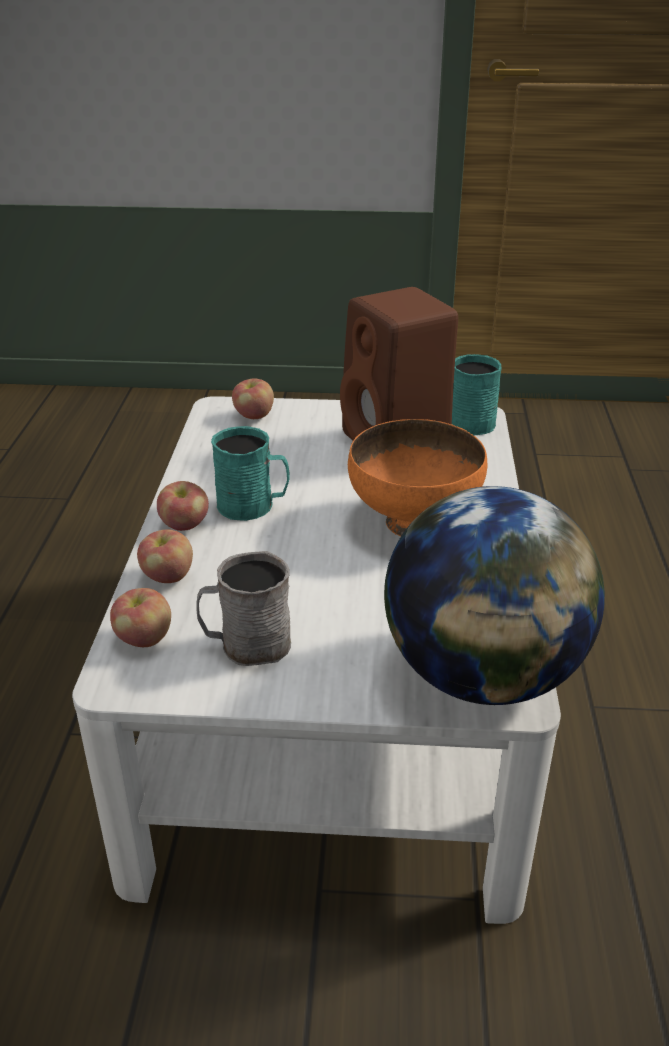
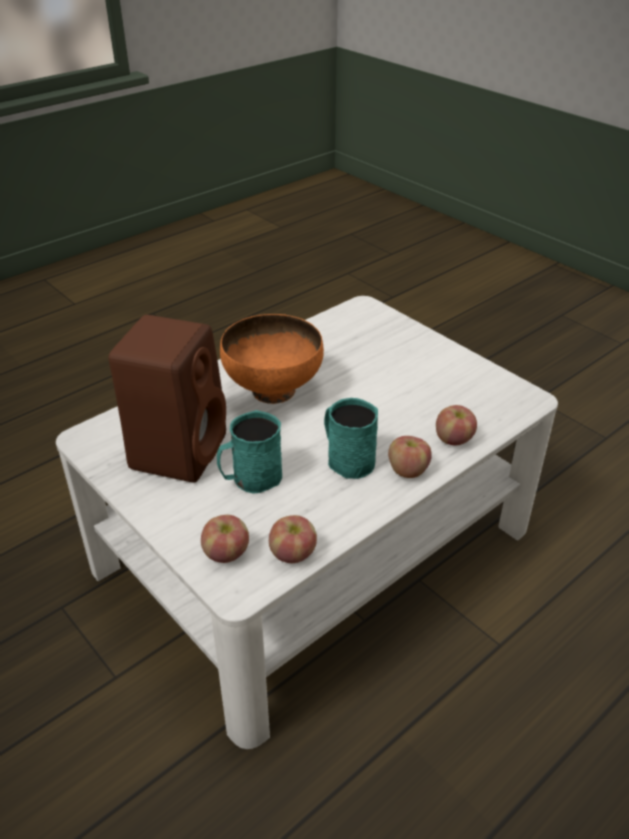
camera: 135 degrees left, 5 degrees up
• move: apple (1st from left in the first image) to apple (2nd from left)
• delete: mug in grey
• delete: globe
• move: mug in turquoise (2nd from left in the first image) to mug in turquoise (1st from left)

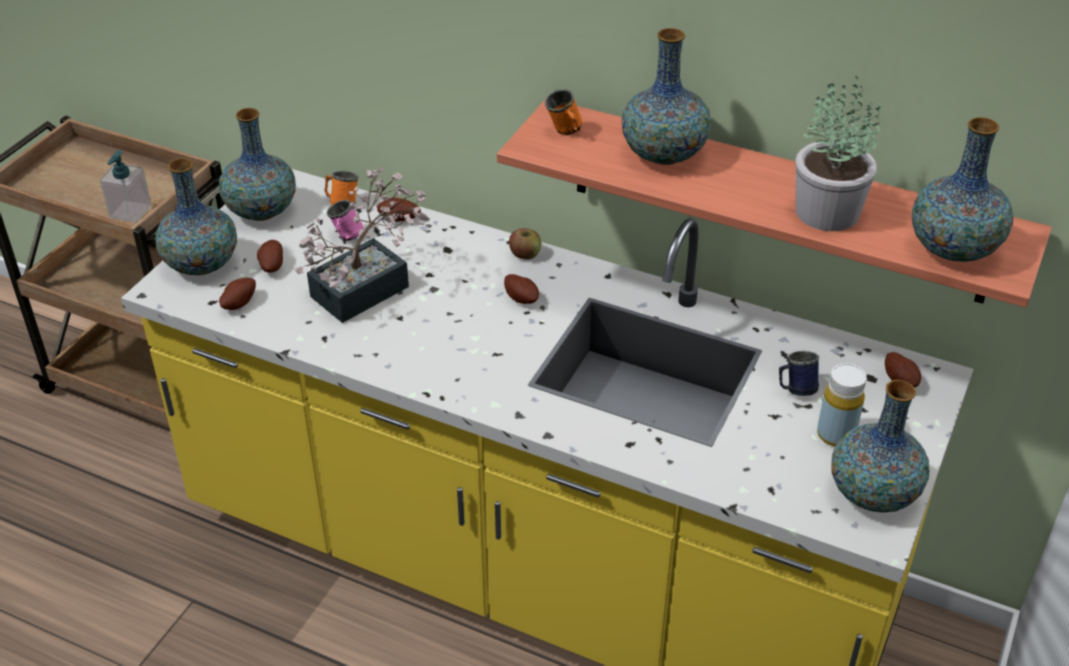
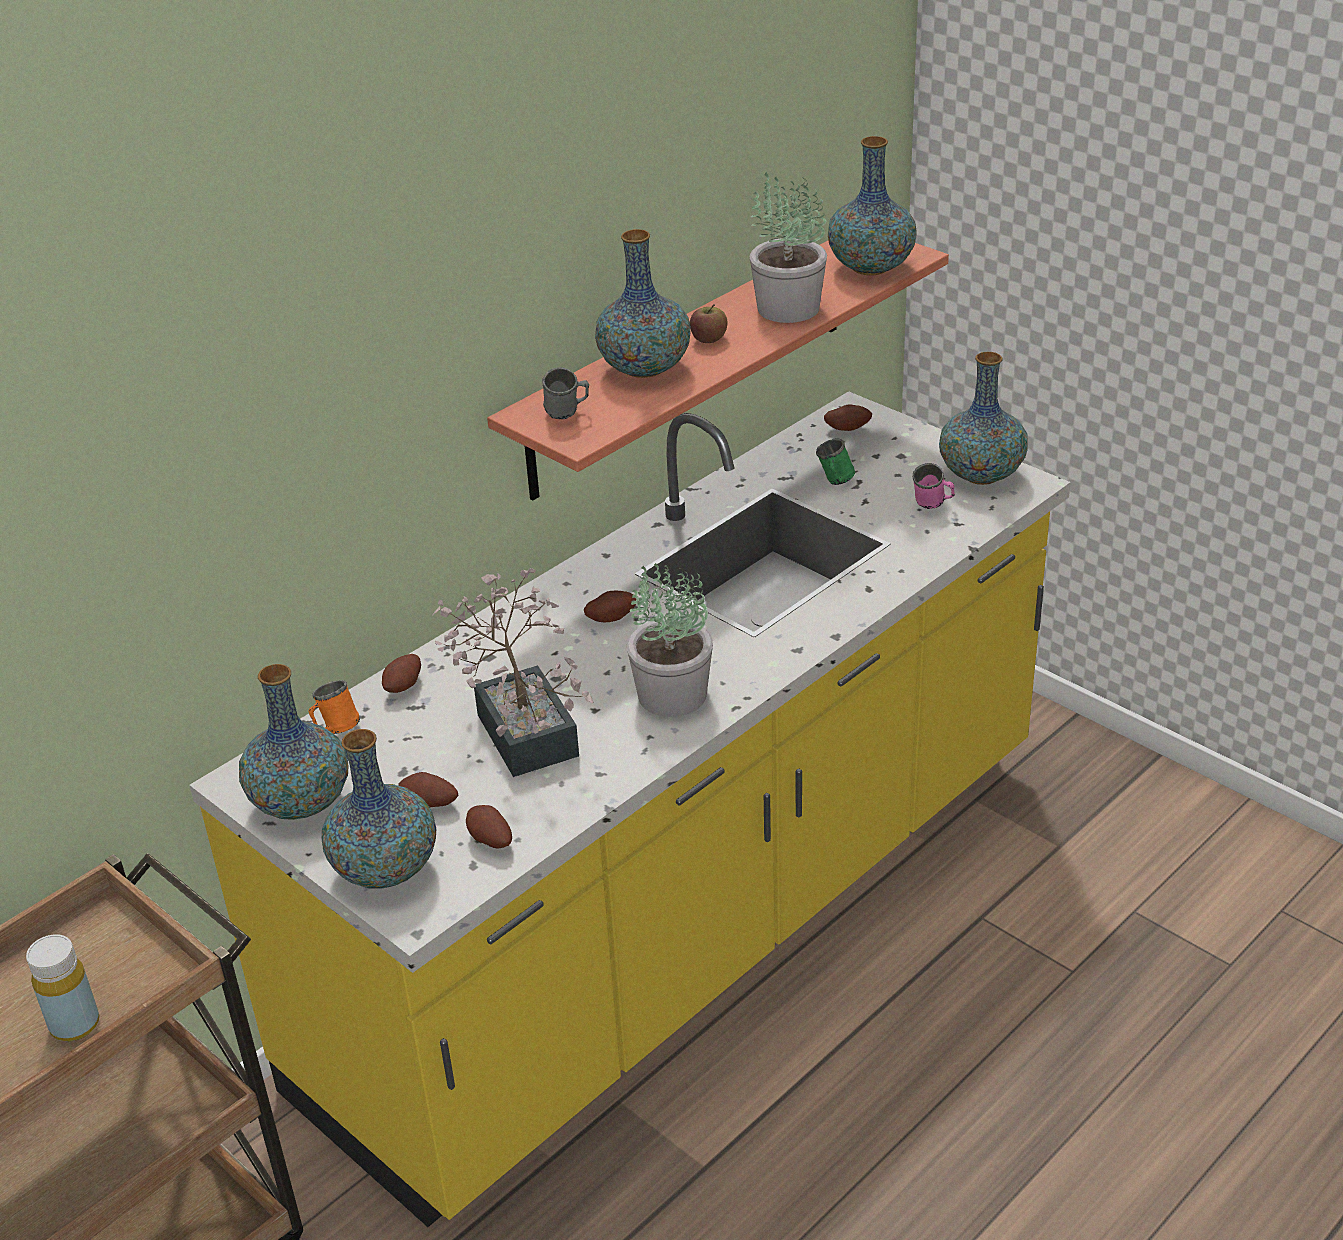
camera: 70 degrees left, 5 degrees down
• delete: soap dispenser
• move: mug in pink
• move: apple
• recolor: mug in orange (2nd from left) to mug in grey
• recolor: mug in blue to mug in green
• move: bottle in yellow
• insert: potted plant (2nd from left)

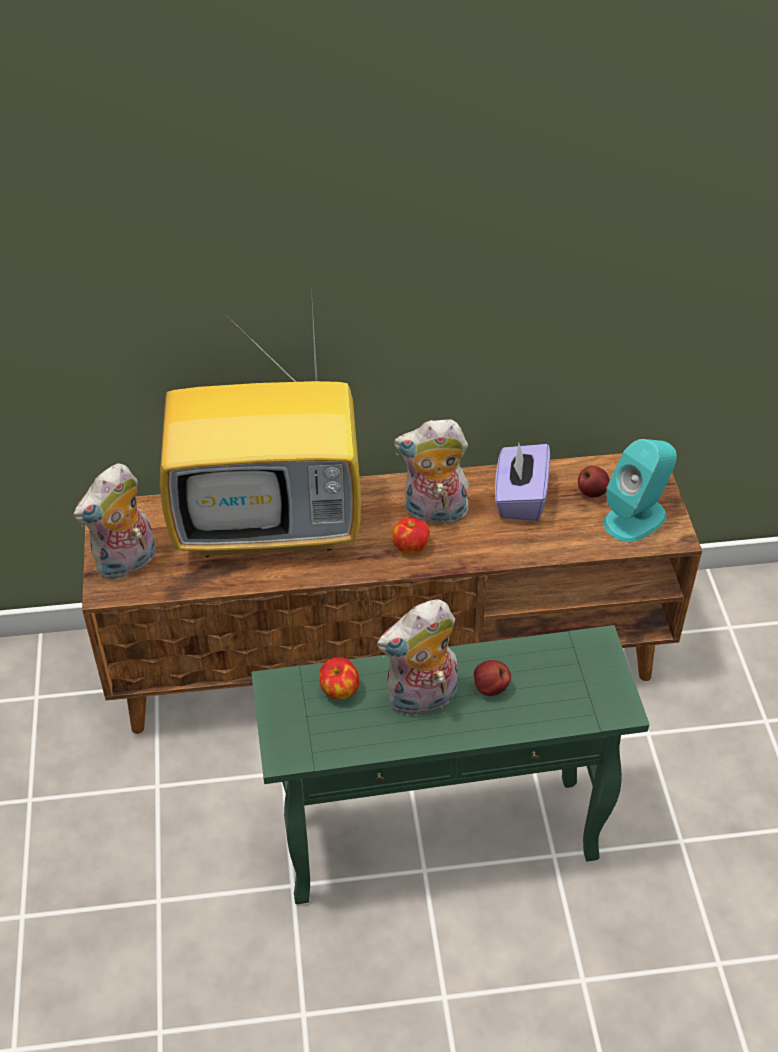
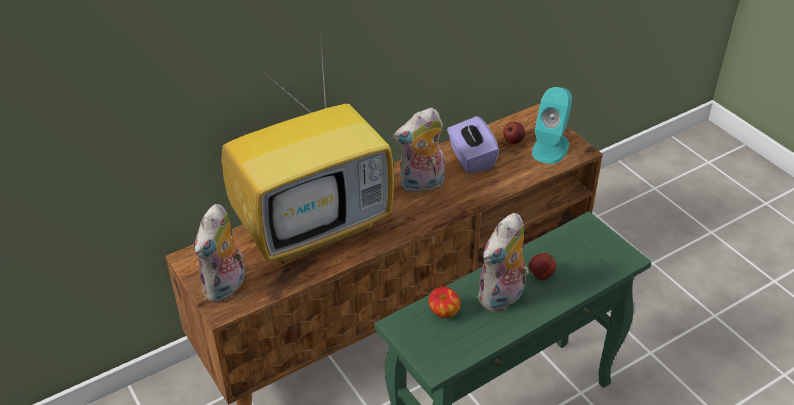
camera: 25 degrees left, 5 degrees down
• delete: apple (2nd from left)

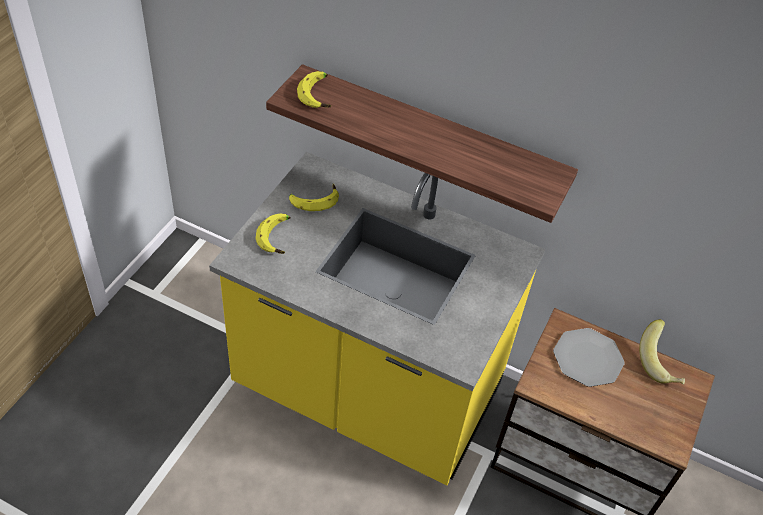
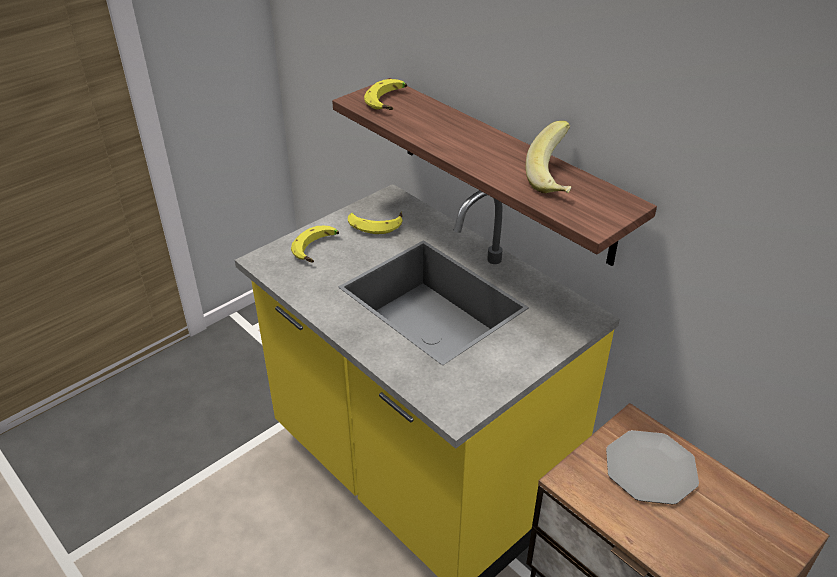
camera: 25 degrees right, 10 degrees down
• move: banana (4th from left)

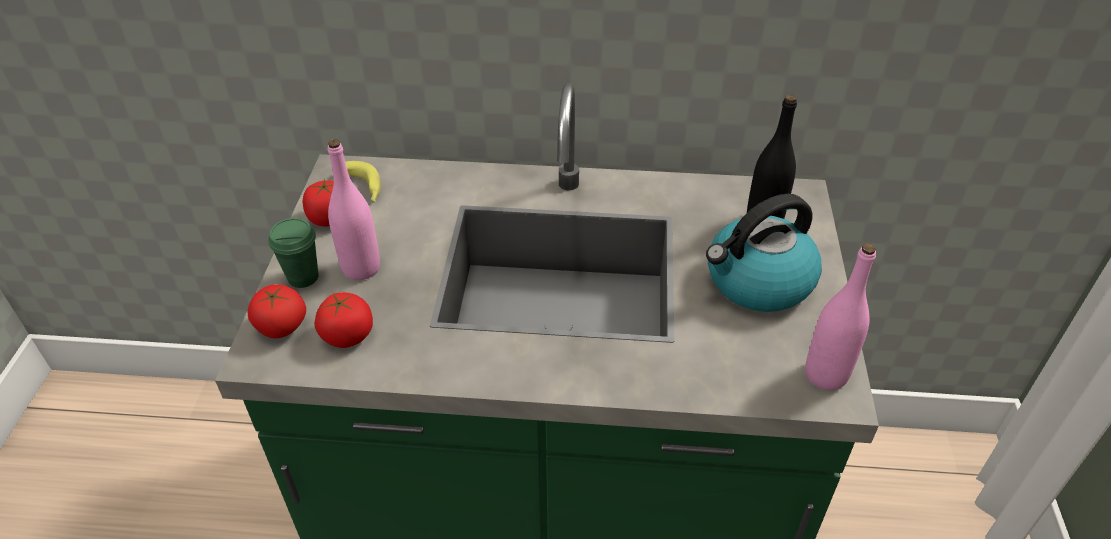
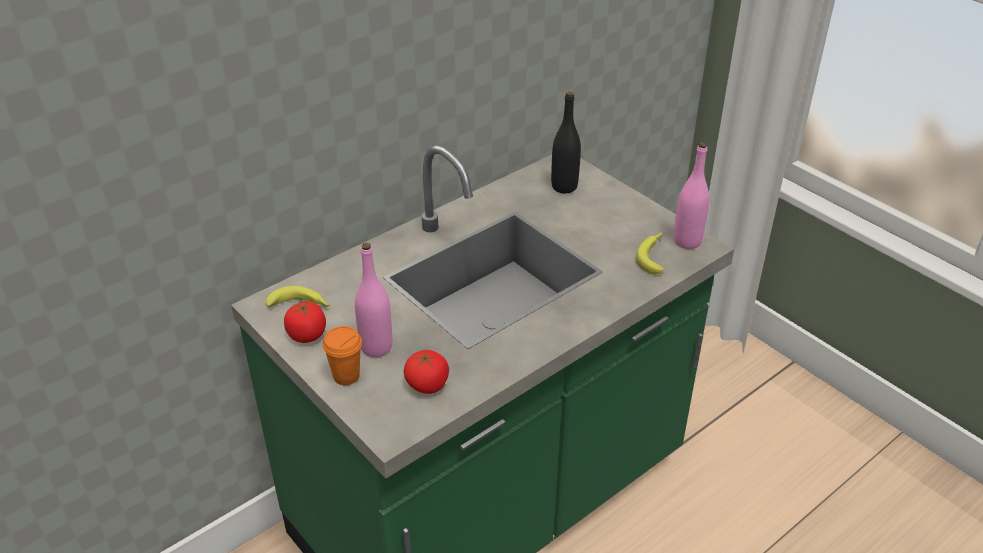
camera: 45 degrees left, 5 degrees down
• delete: tomato (1st from left)
• recolor: cup in green to cup in orange
• delete: kettle
• insert: banana (2nd from left)

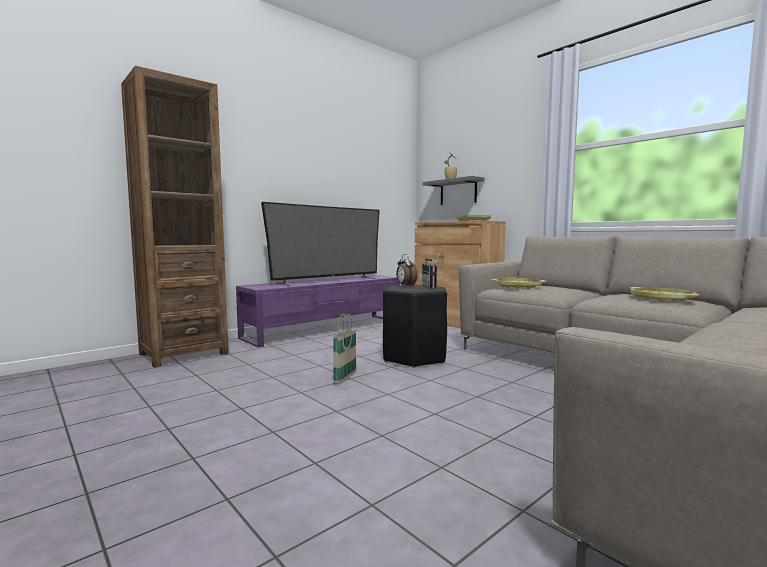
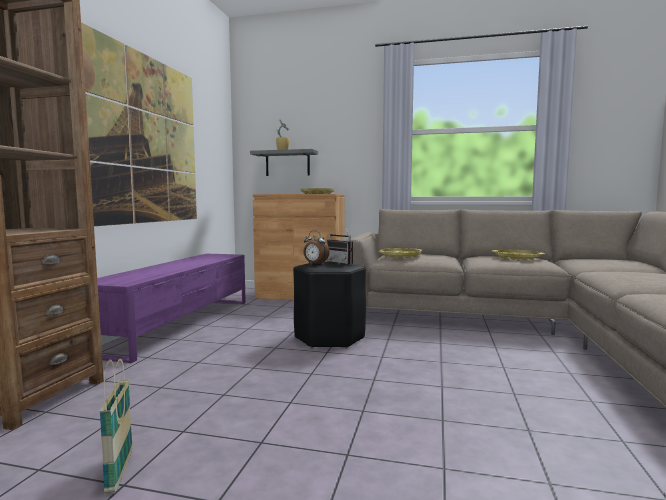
camera: 35 degrees left, 0 degrees up
• delete: television
• move: basket
• insert: picture

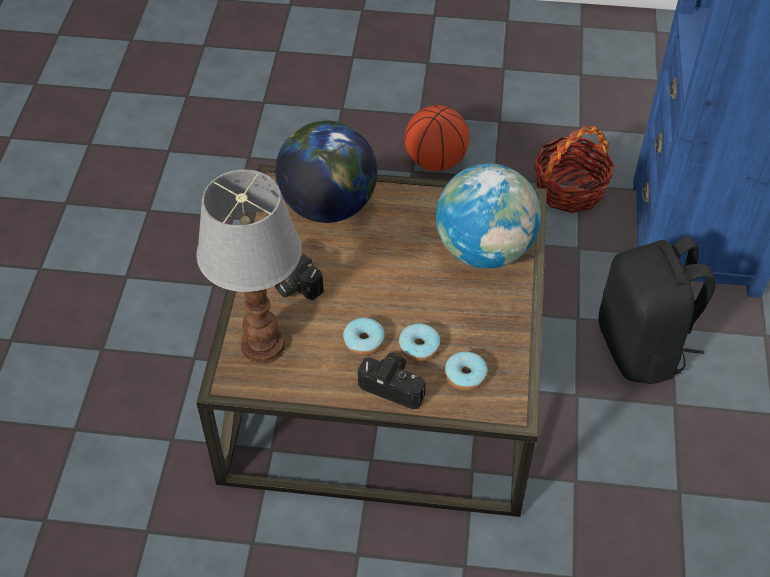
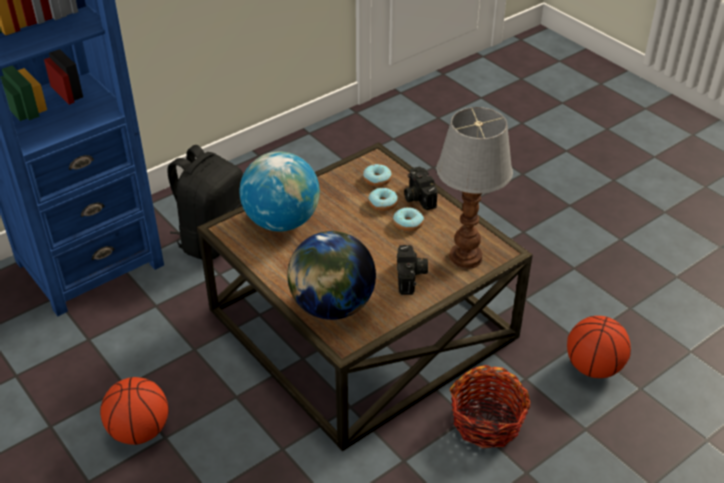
camera: 135 degrees left, 10 degrees down
• move: basket
• insert: basketball (2nd from left)

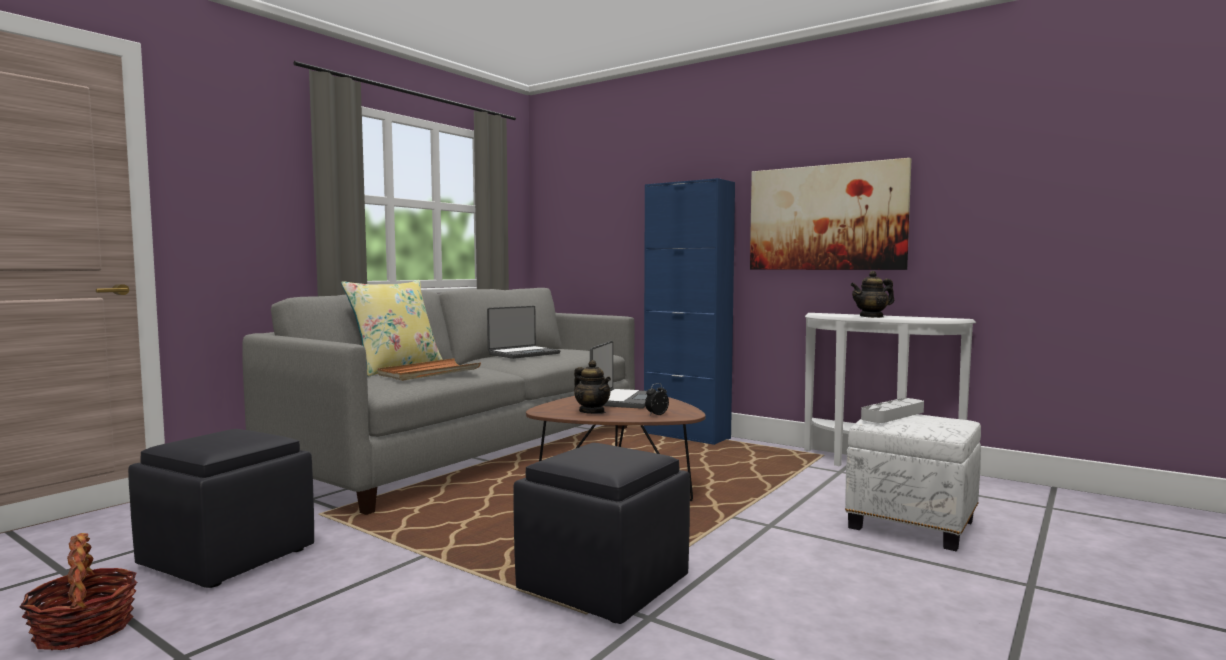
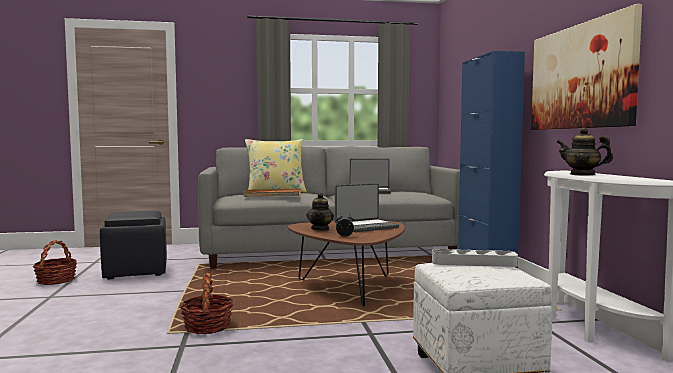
camera: 45 degrees right, 0 degrees up
• replace: ottoman in black (2nd from left) to basket (2nd from left)

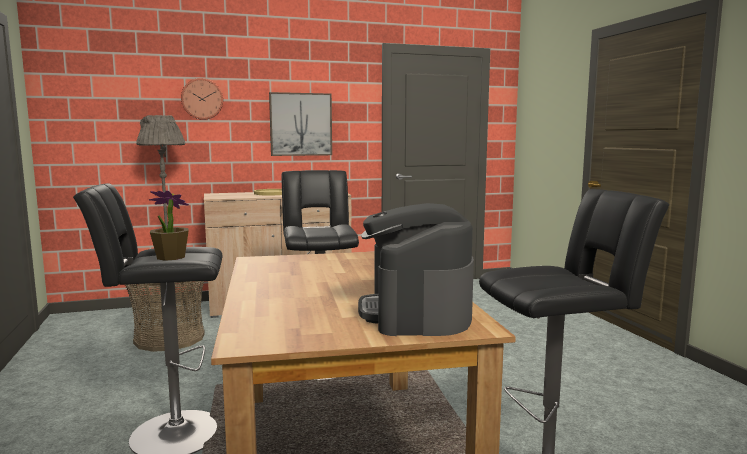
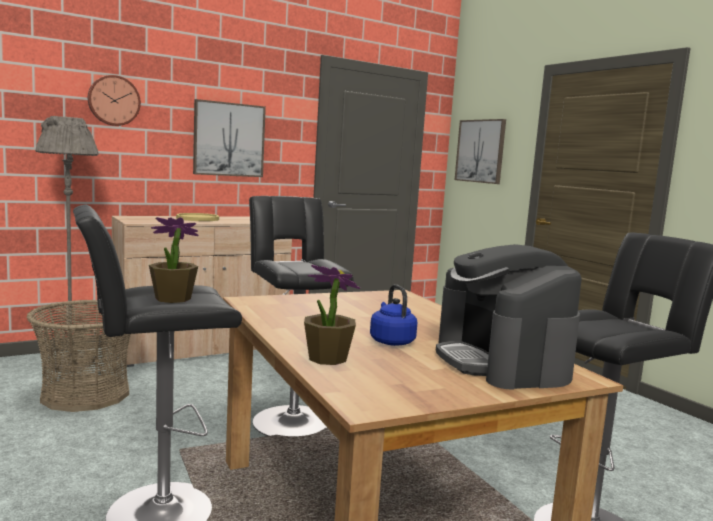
camera: 15 degrees left, 0 degrees up
• insert: potted plant (2nd from left)
• insert: kettle in blue
• insert: picture (2nd from left)

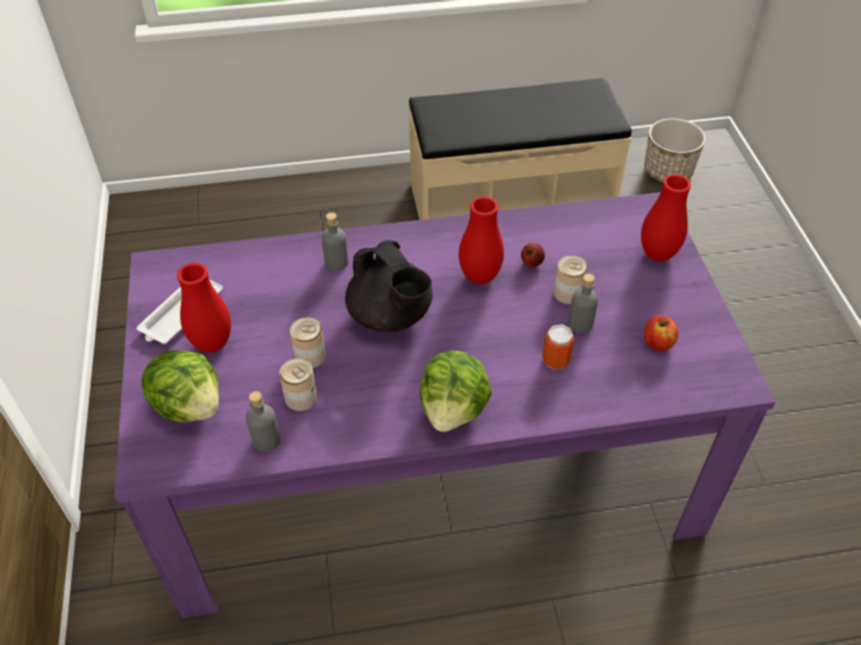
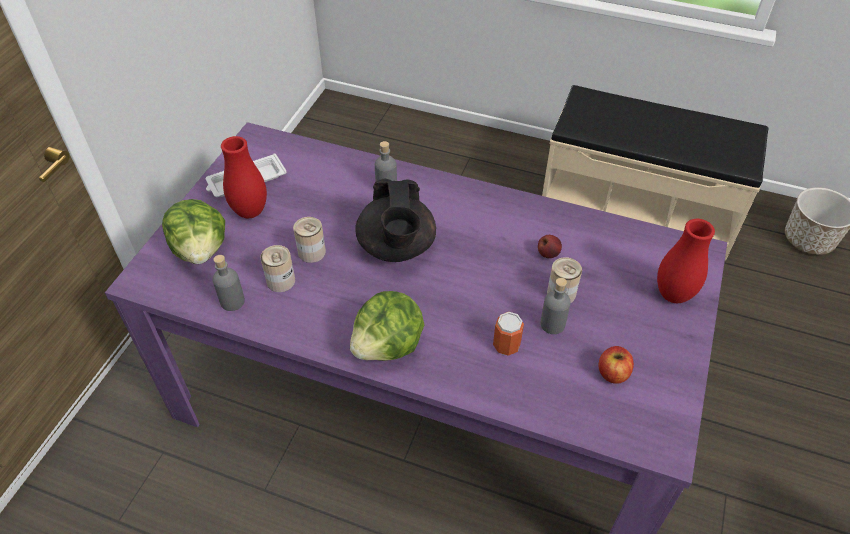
camera: 30 degrees right, 0 degrees up
• delete: vase in red (2nd from left)

